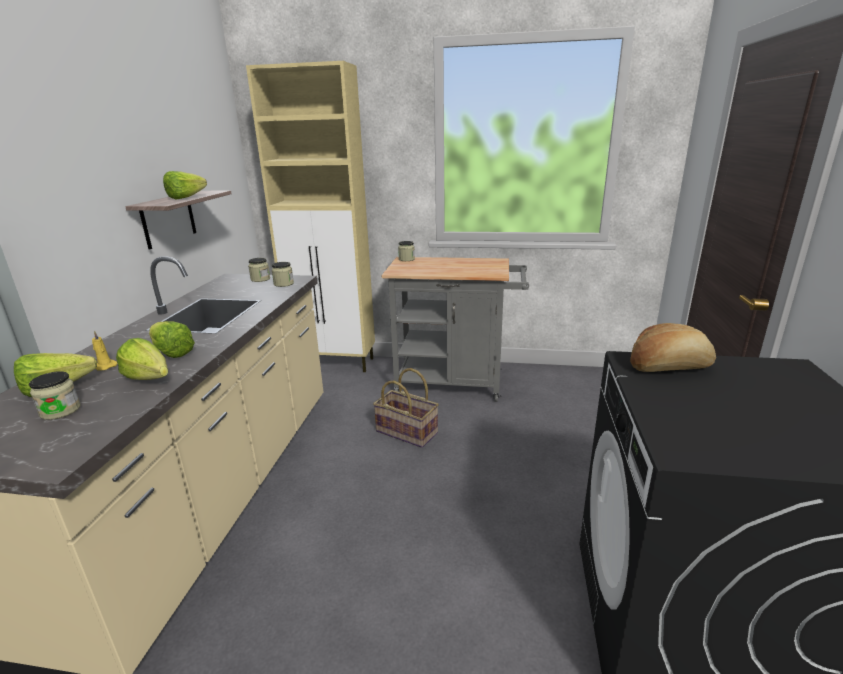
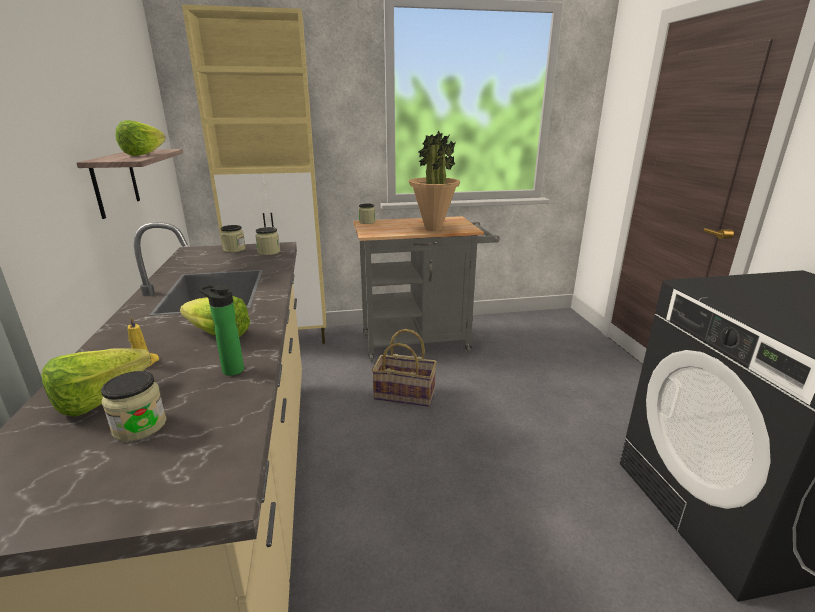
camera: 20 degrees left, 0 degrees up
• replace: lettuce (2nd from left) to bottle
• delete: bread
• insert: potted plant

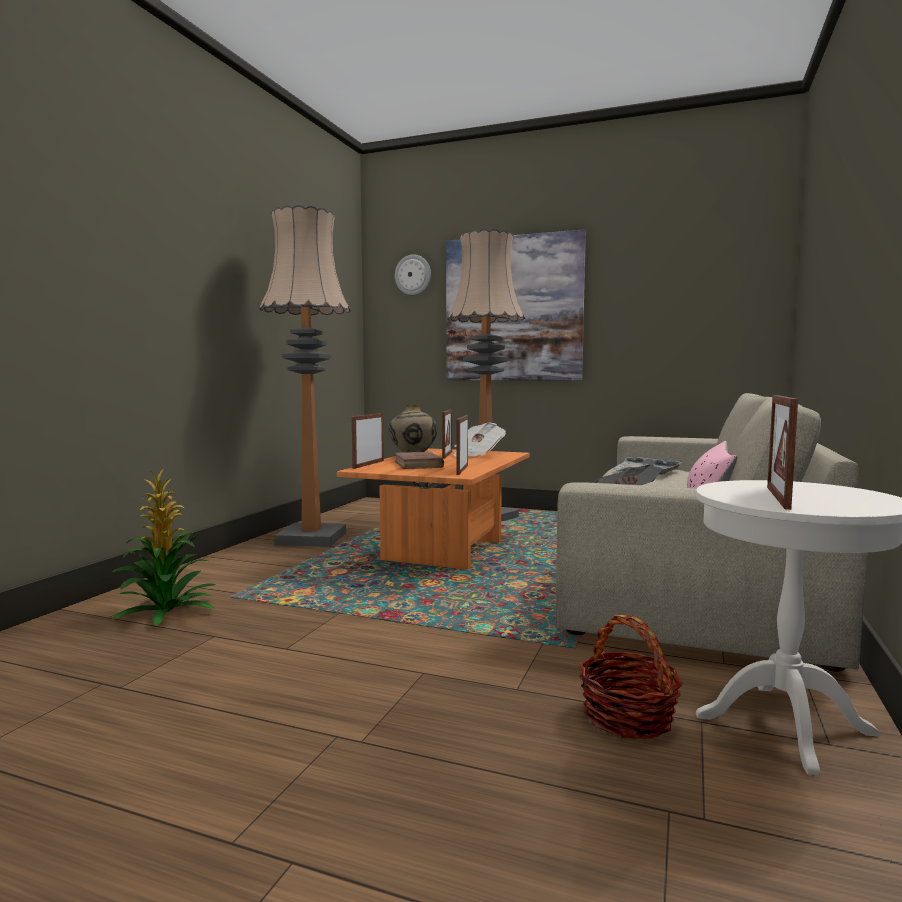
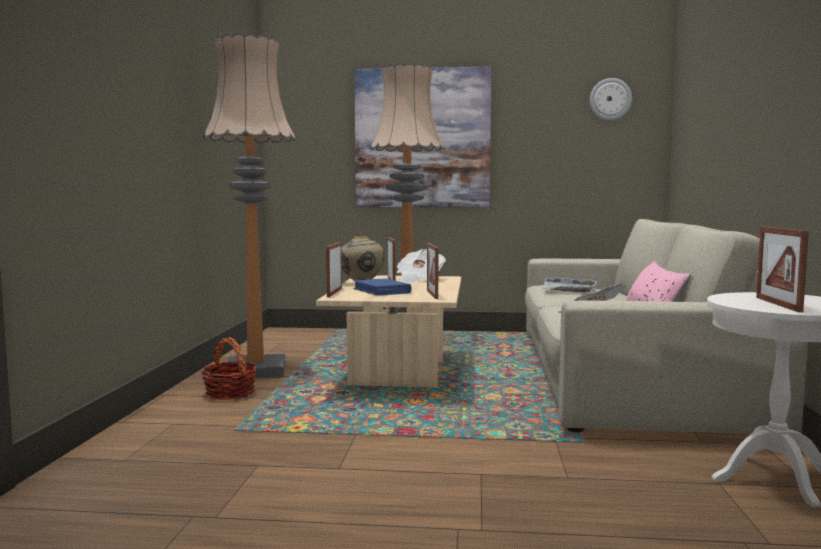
camera: 15 degrees left, 0 degrees up
• delete: potted plant
• recolor: coffee table in orange to coffee table in beige
• move: wall clock
• recolor: book in brown to book in blue
• move: basket

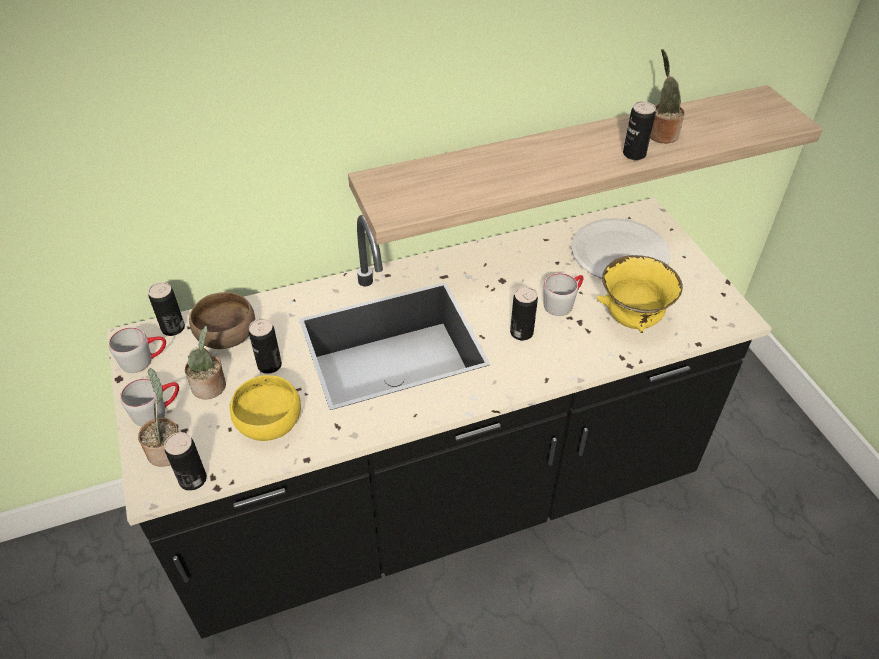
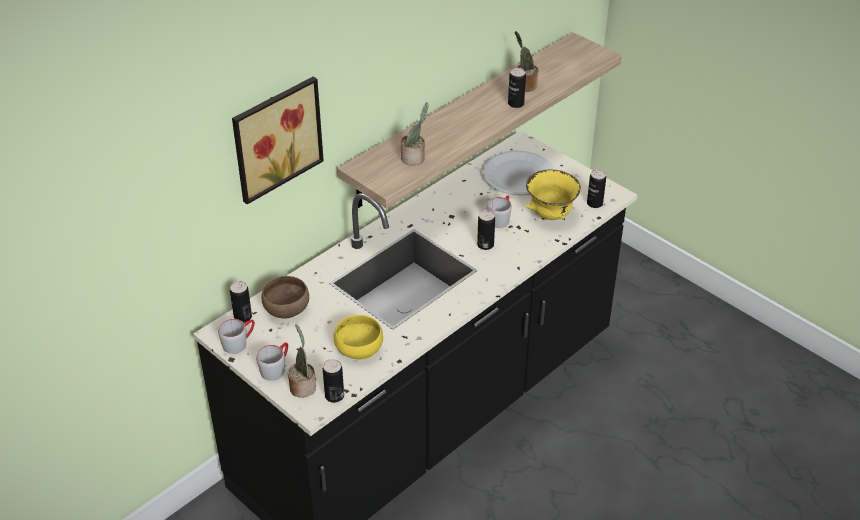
camera: 25 degrees left, 5 degrees down
• move: potted plant (2nd from left)
• move: can (3rd from left in the first image) to can (5th from left)
• insert: picture

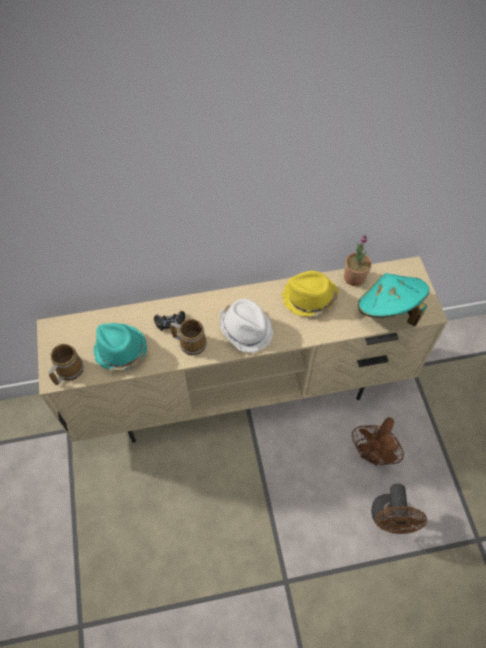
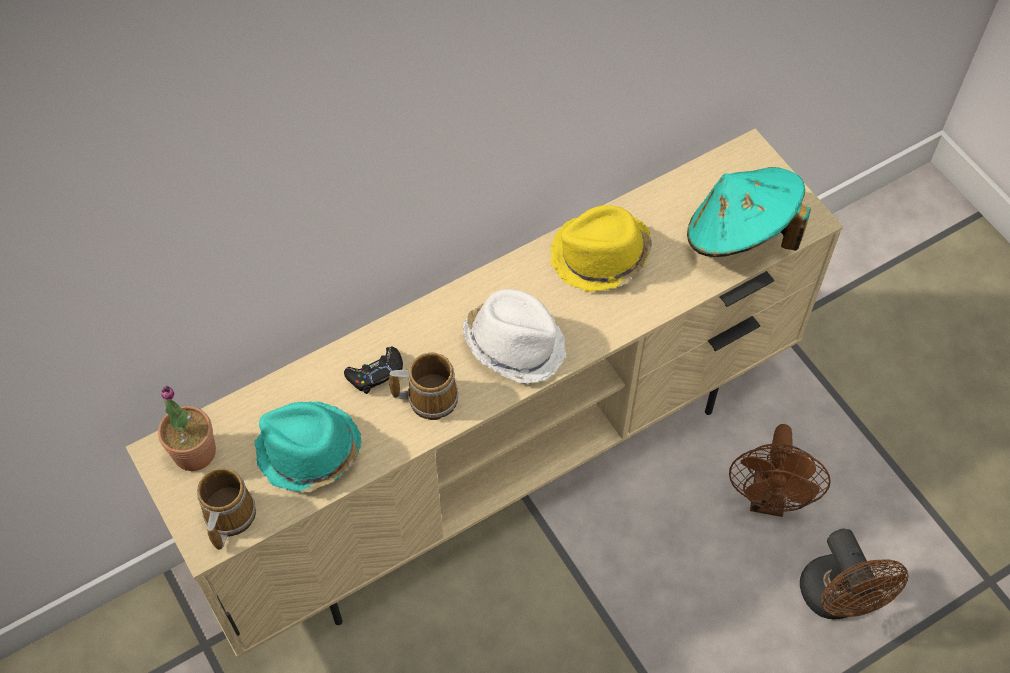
camera: 20 degrees left, 0 degrees up
• move: potted plant

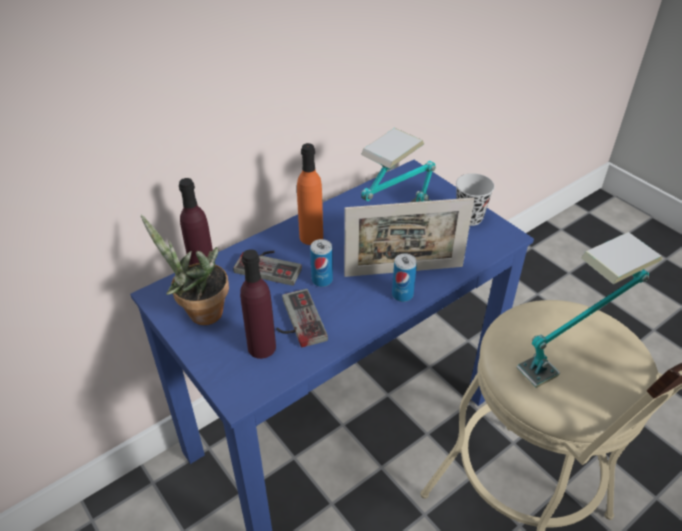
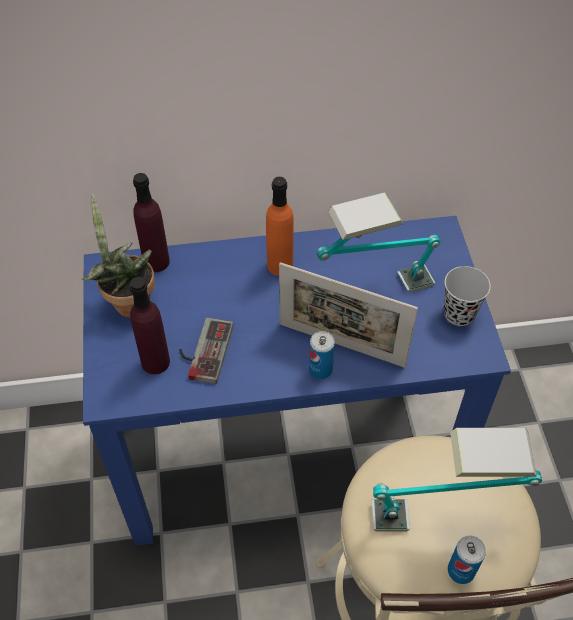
camera: 30 degrees right, 10 degrees up
• delete: game controller (1st from left)
• move: can (1st from left in the first image) to can (2nd from left)

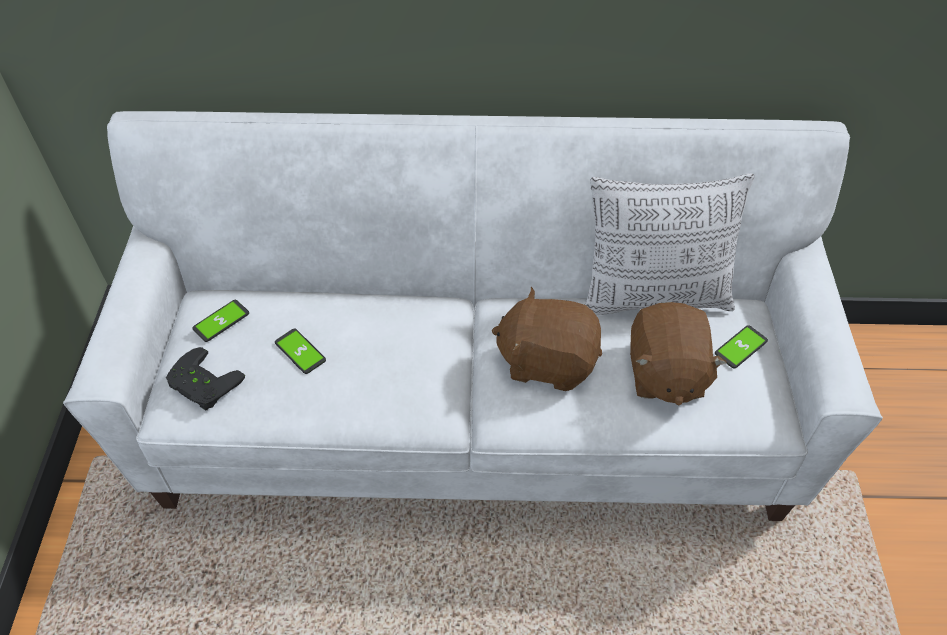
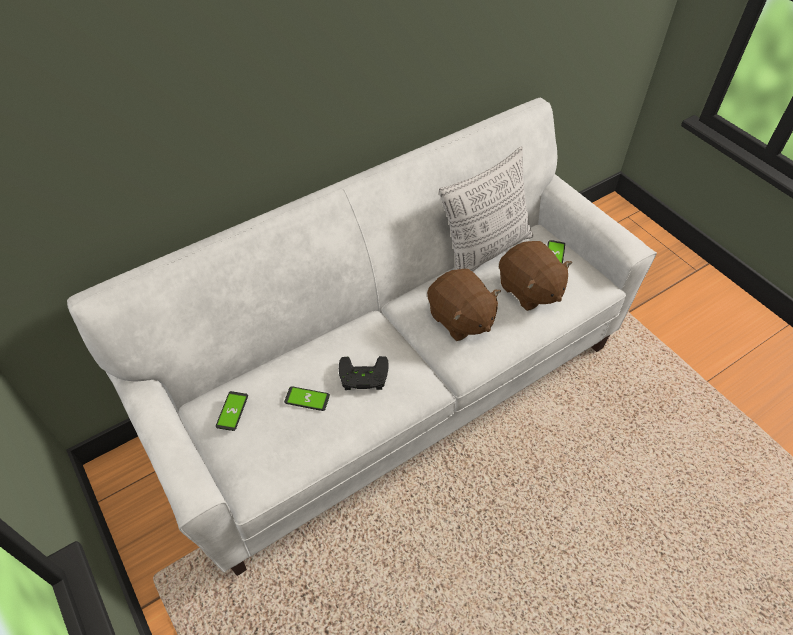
camera: 35 degrees left, 0 degrees up
• move: game controller in black
• rotate: plush toy in brown (1st from left) 105 degrees counterclockwise

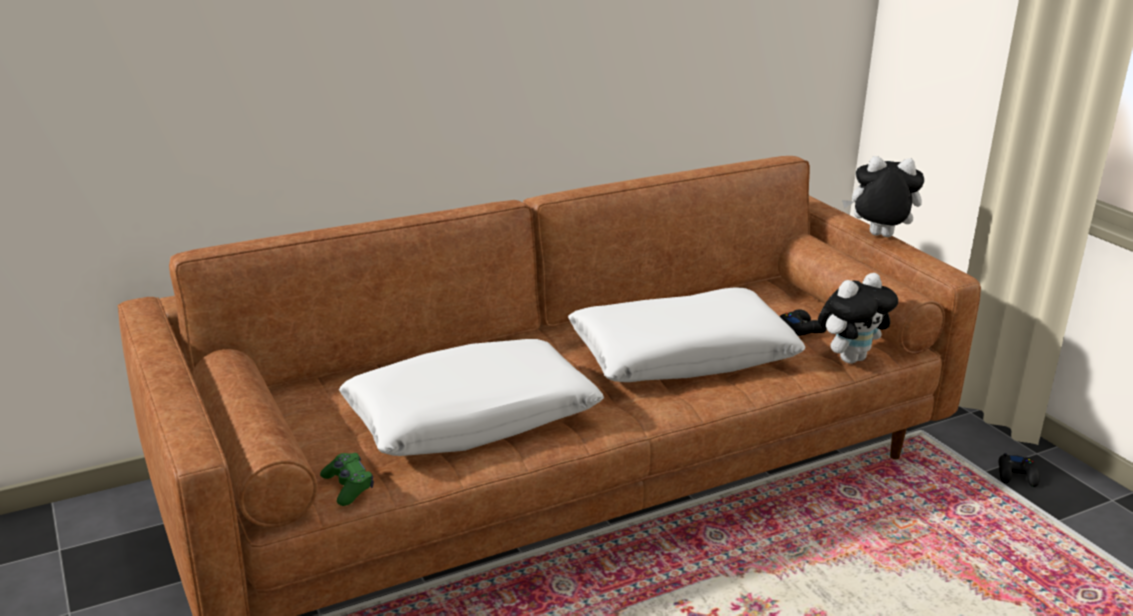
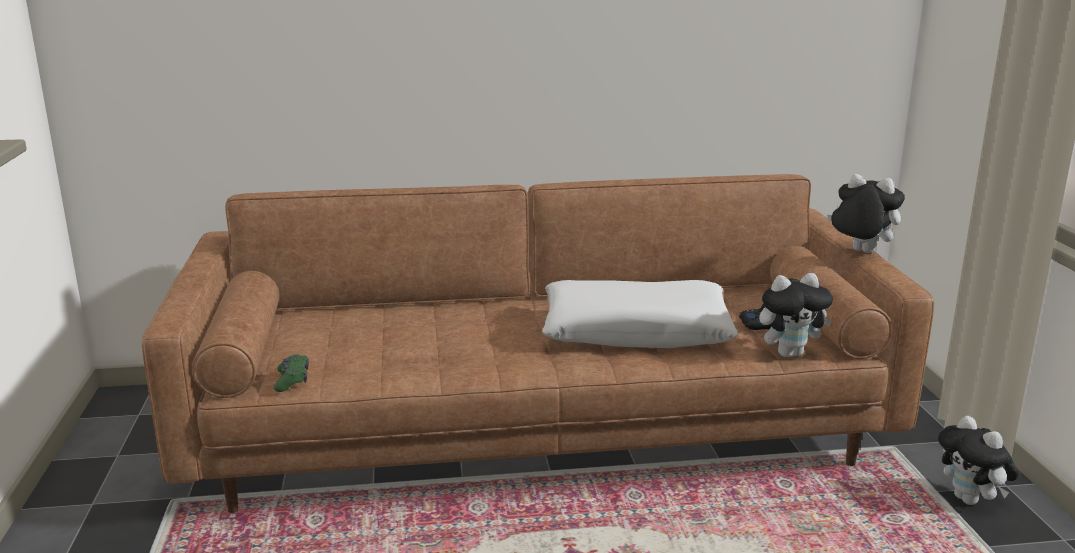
camera: 20 degrees right, 5 degrees down
• delete: pillow in white (1st from left)
• replace: game controller in black (2nd from left) to plush toy (3rd from left)

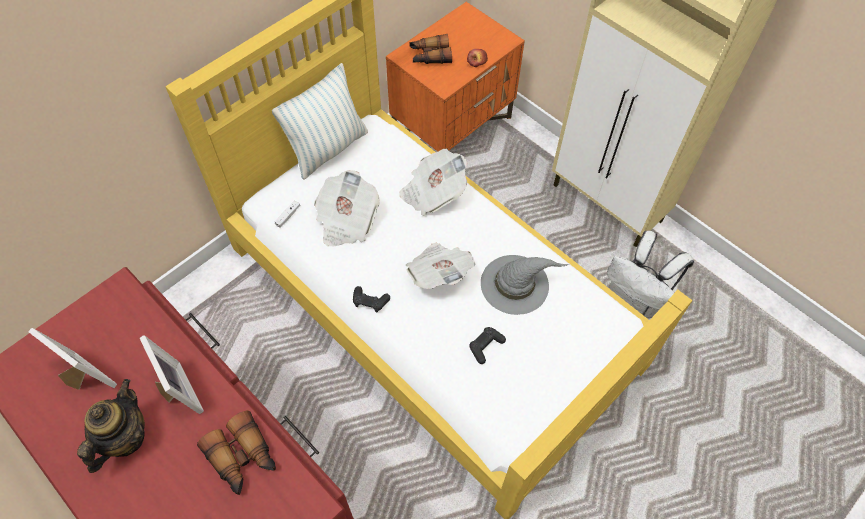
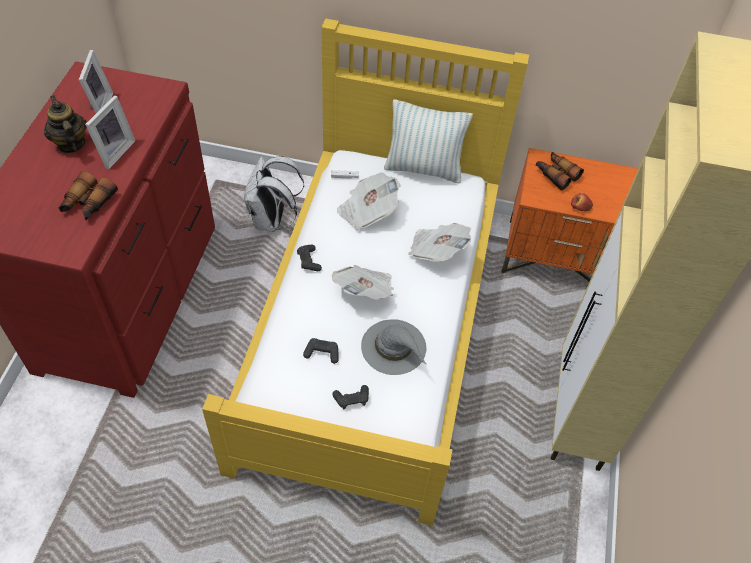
camera: 55 degrees right, 5 degrees down
• rotate: teapot 105 degrees counterclockwise
• move: backpack in white
• insert: game controller in black (3rd from left)

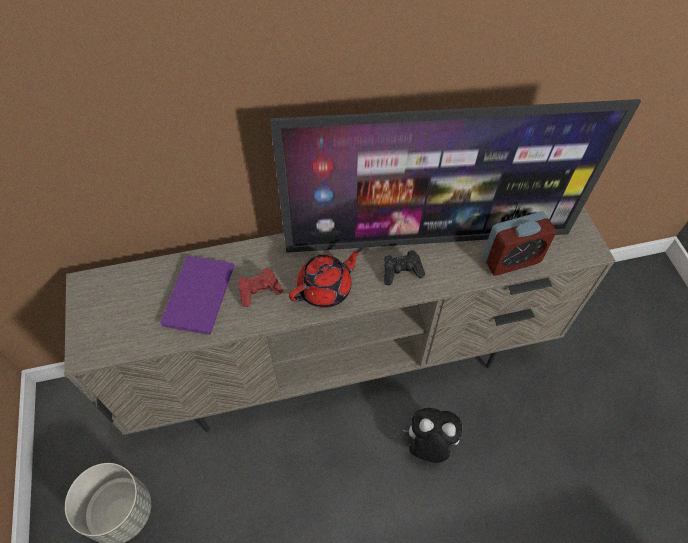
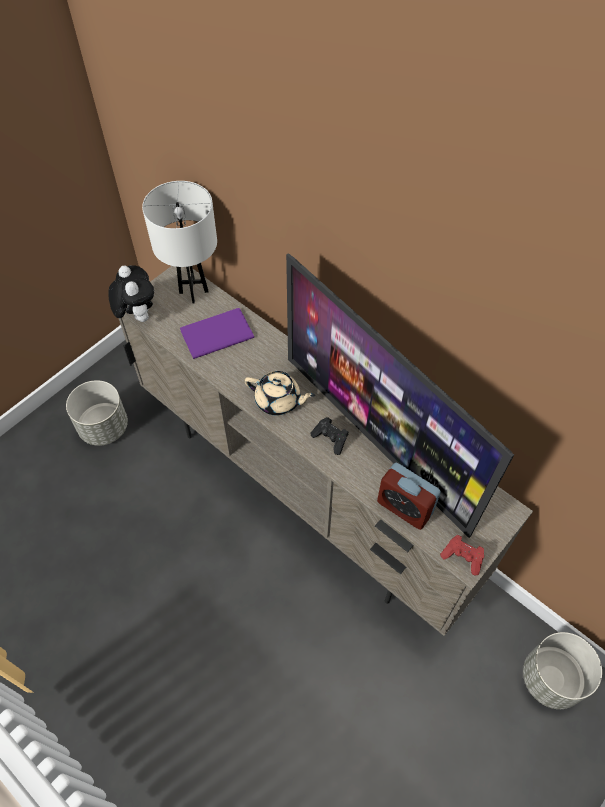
camera: 55 degrees right, 0 degrees up
• move: game controller in red
• recolor: teapot in red to teapot in beige
• move: plush toy
• insert: table lamp in white
• insert: planter in grey (2nd from left)

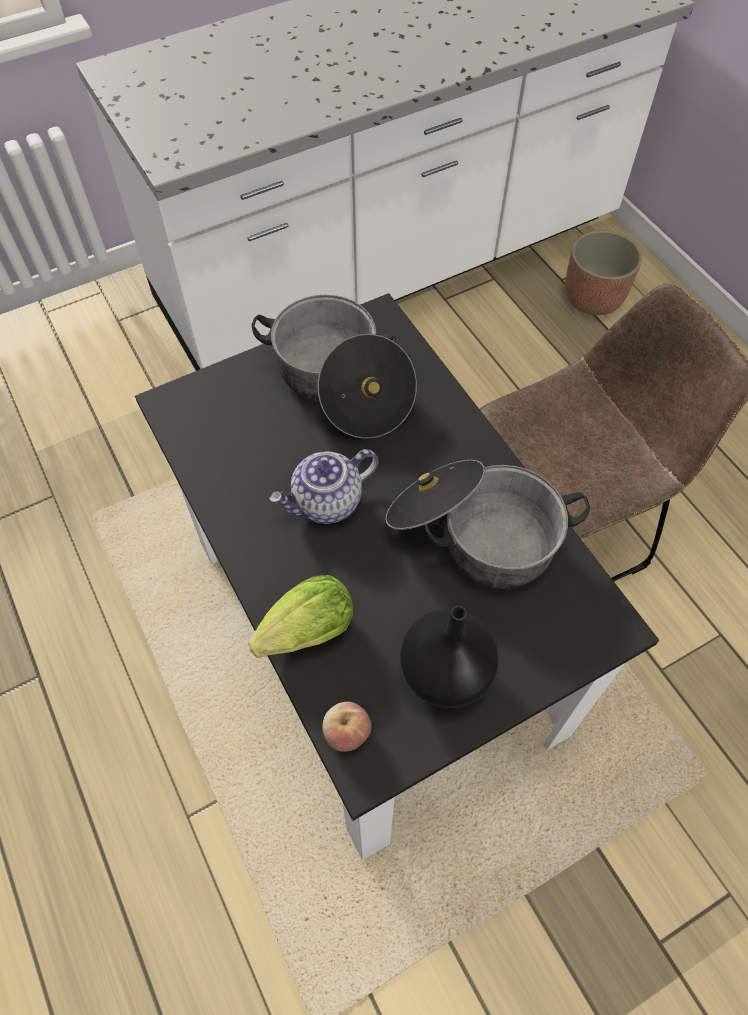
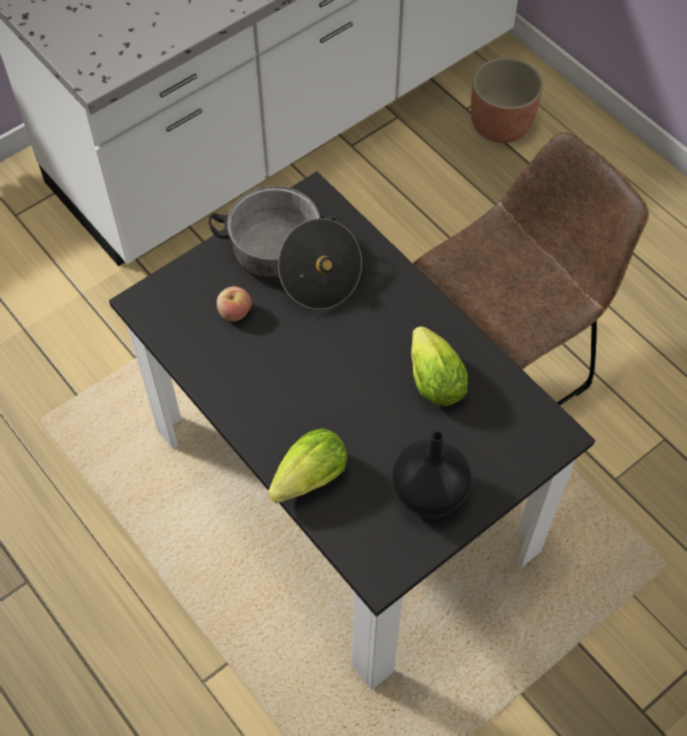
camera: 10 degrees left, 0 degrees up
• delete: teapot
• move: apple
• replace: cooking pot (2nd from left) to lettuce (2nd from left)

